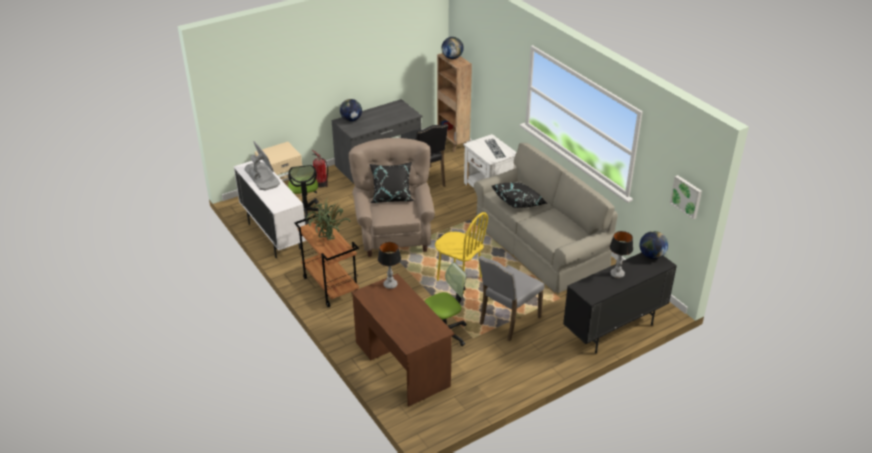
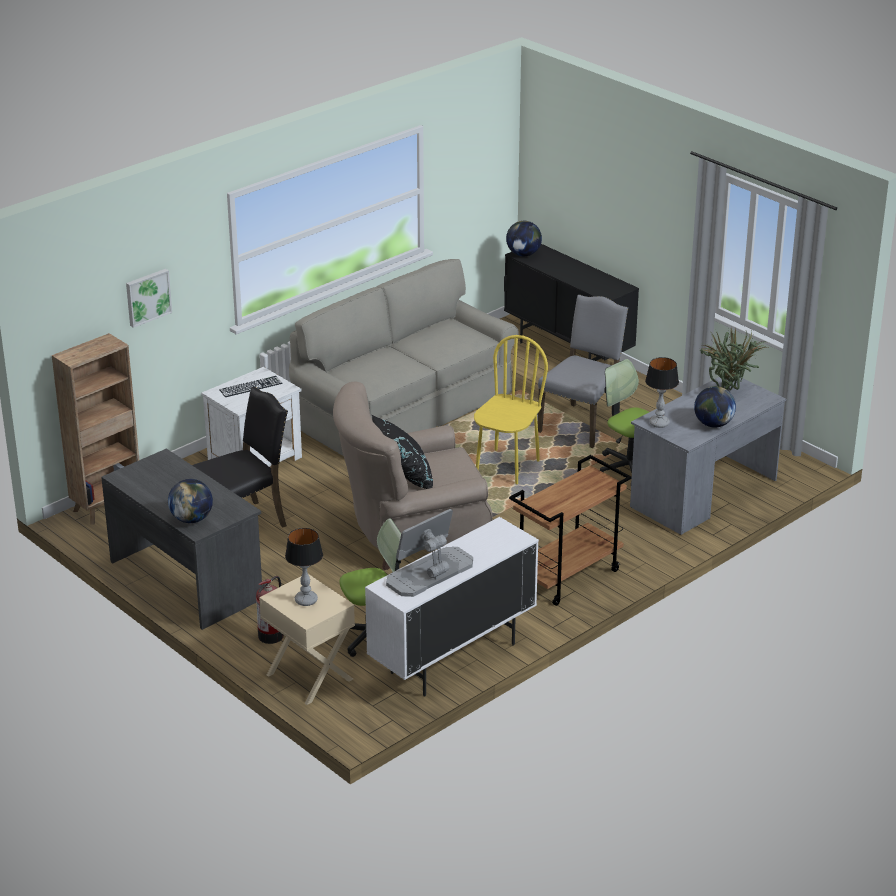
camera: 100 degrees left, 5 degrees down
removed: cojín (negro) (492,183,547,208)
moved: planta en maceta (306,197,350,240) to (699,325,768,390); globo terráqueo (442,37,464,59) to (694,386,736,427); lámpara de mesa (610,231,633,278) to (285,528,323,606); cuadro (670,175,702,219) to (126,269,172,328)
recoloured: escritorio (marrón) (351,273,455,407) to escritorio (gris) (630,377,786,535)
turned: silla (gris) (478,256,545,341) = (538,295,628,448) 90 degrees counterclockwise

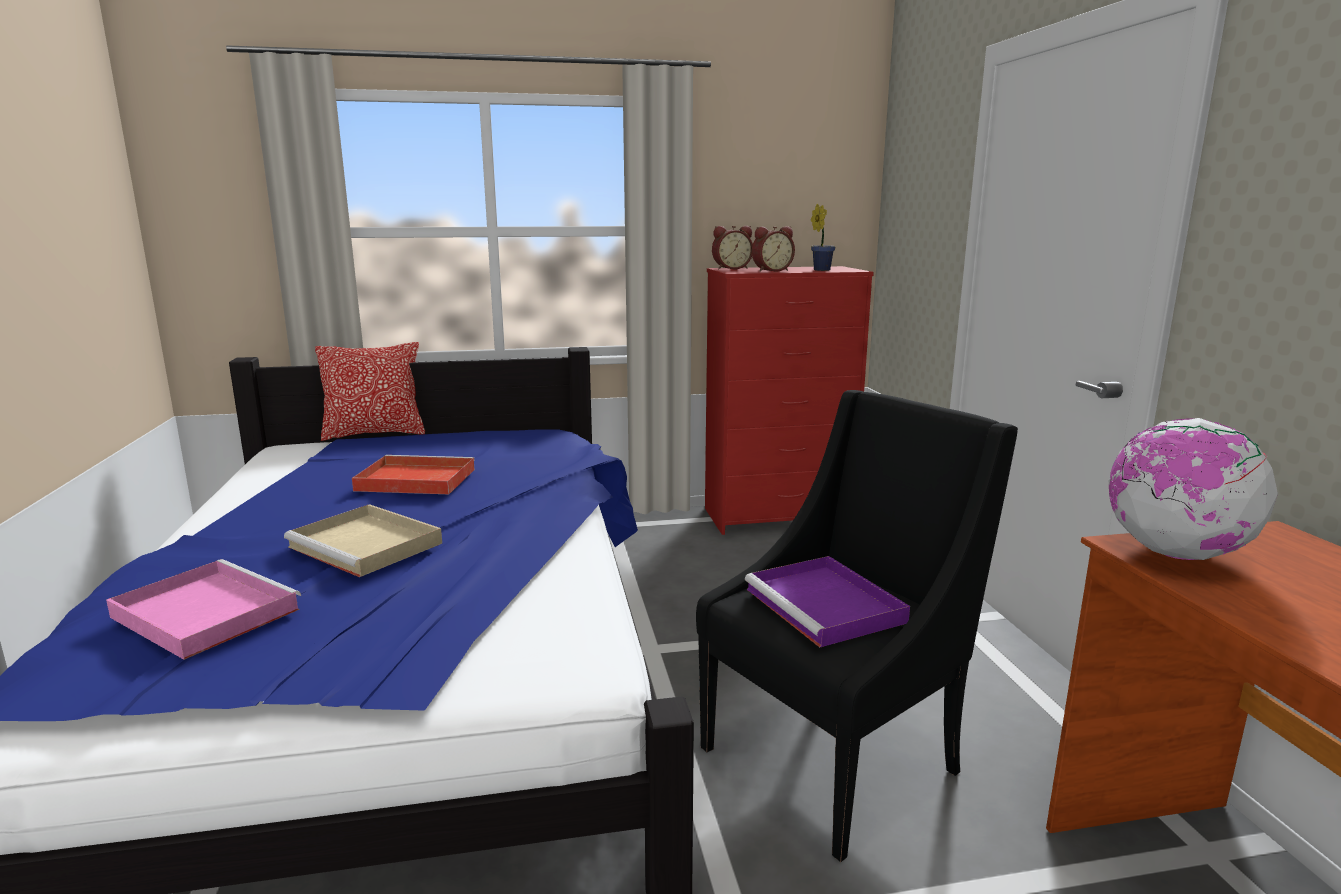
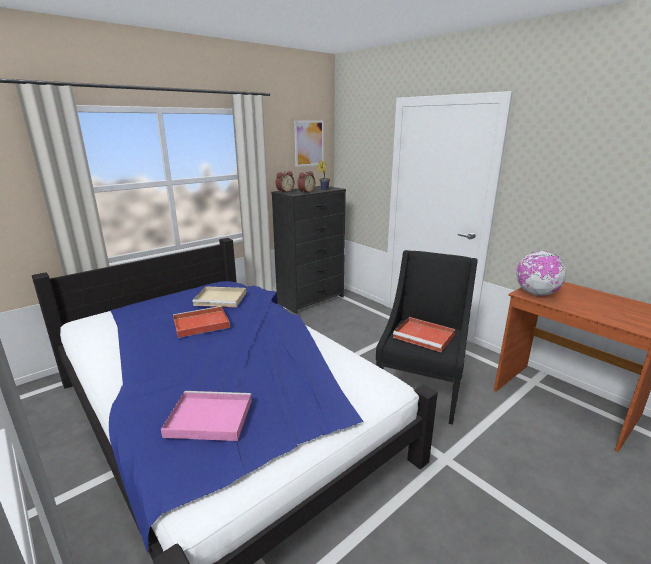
camera: 30 degrees left, 5 degrees up
removed: cojín (315,342,425,441)
added: cuadro (294,120,324,167)
moved: bandeja (beis) (284,504,442,577) to (192,286,246,307)
recoloured: cómoda (rojo) (705,266,874,535) to cómoda (negro) (271,186,346,314); bandeja (morado) (745,556,910,647) to bandeja (rojo) (393,317,455,352)

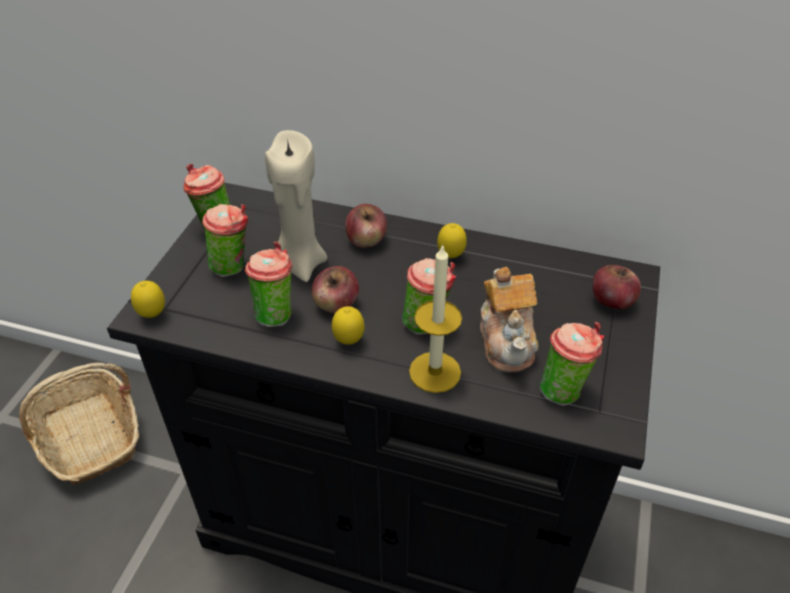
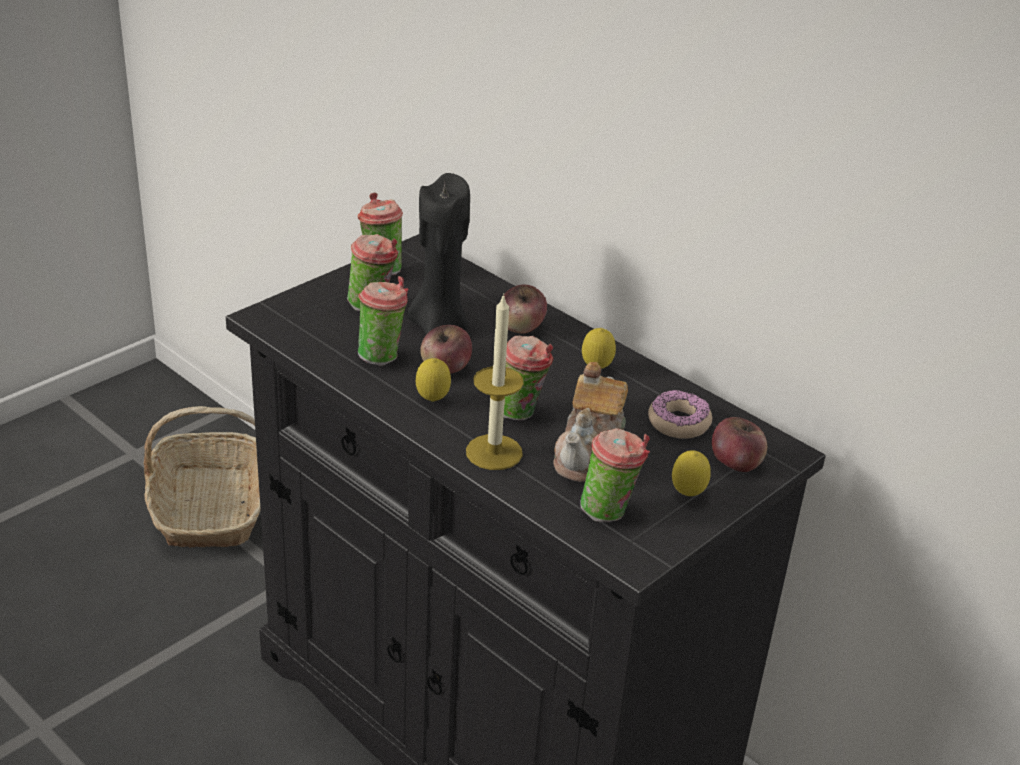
camera: 25 degrees right, 10 degrees down
added: rosquilla (648,390,712,439)
moved: limón (131,281,165,318) to (672,450,711,496)
recoloured: vela (beis) (265,130,327,282) to vela (negro) (407,173,470,335)

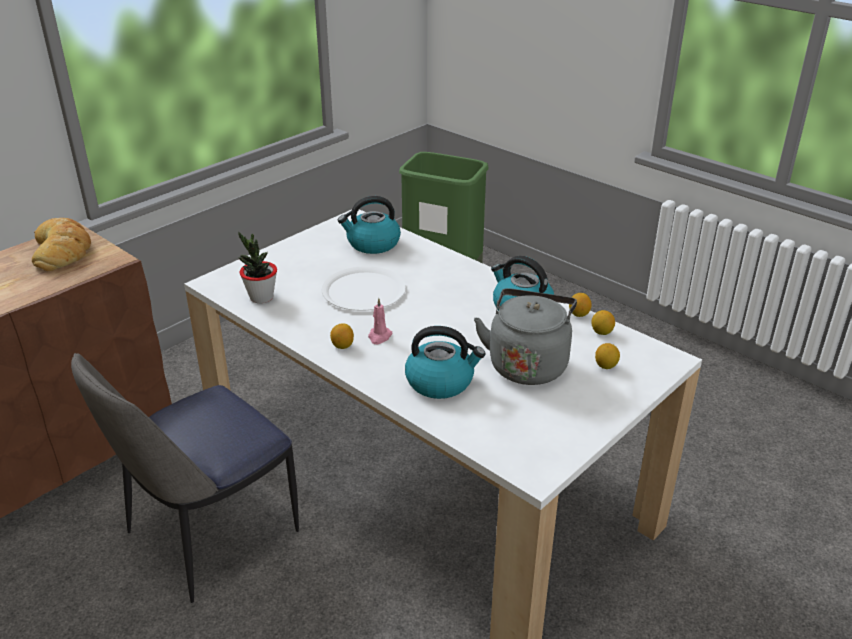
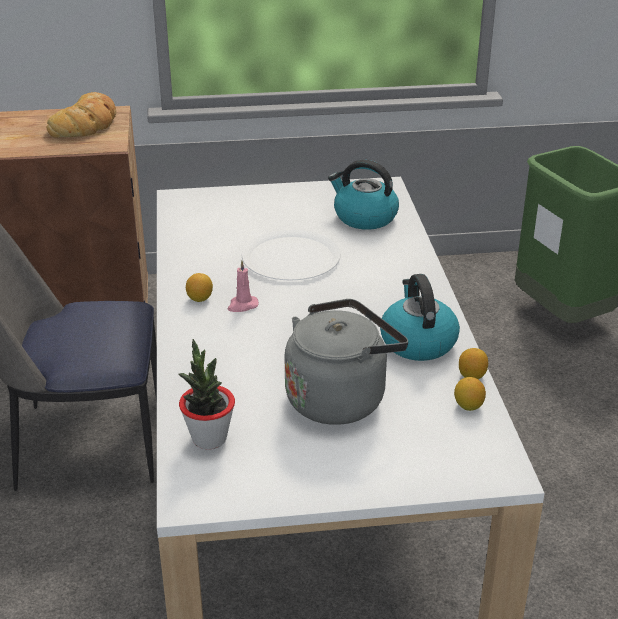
camera: 40 degrees right, 0 degrees up
removed: hervidor (405,326,485,399); limón (595,343,620,369)
moved: planta en maceta (238,232,277,303) to (179,339,235,449)

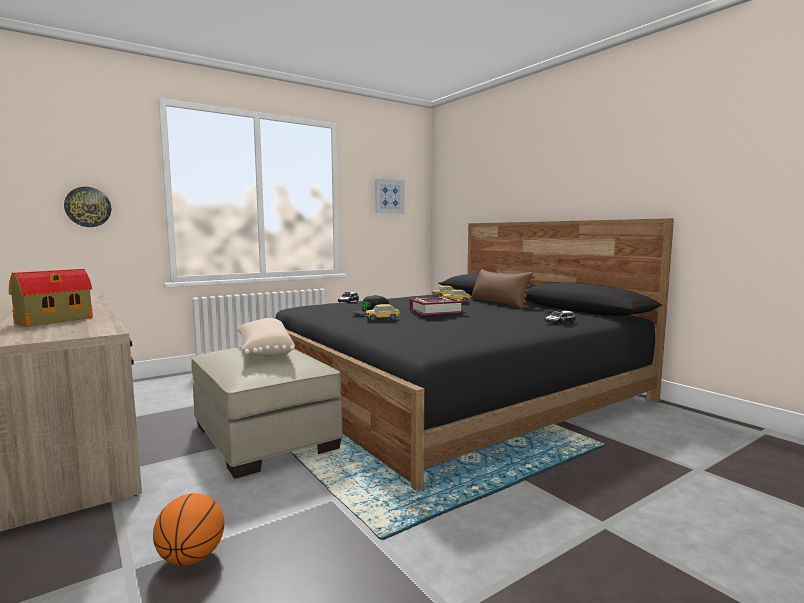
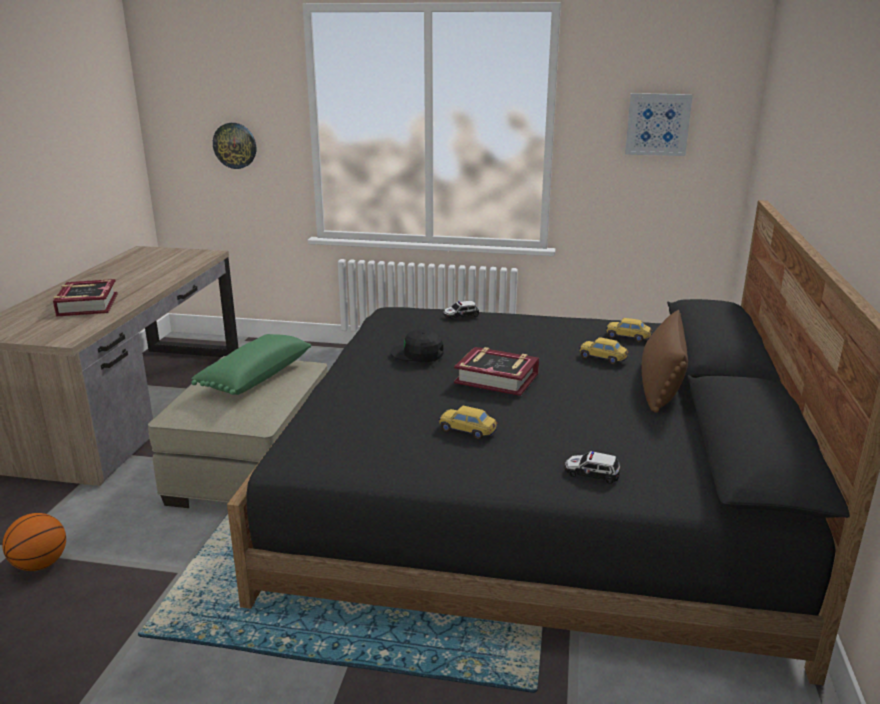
camera: 45 degrees right, 15 degrees up
moved: coche de juguete (364,304,400,321) to (438,406,498,439)
replaced: casita (9,269,93,327) to libro (53,279,118,317)
recoloured: cojín (beis) (237,318,295,357) to cojín (verde) (191,334,311,395)

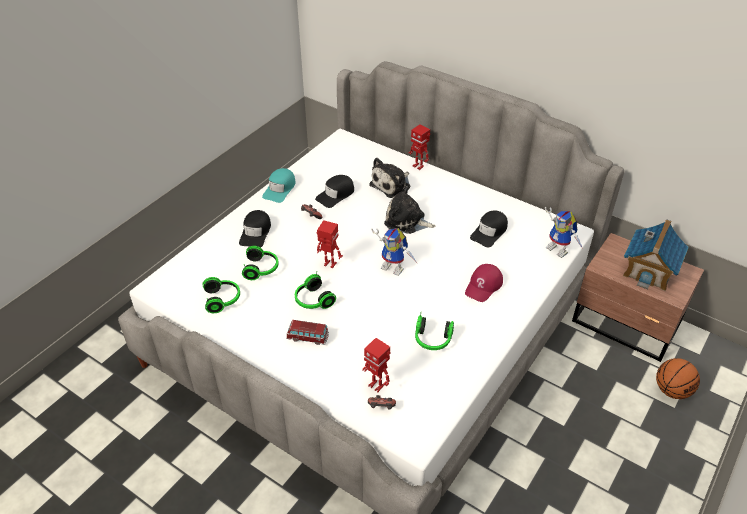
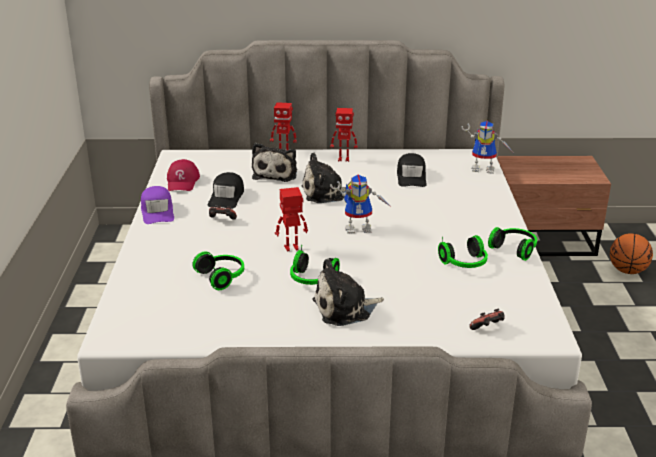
camera: 35 degrees left, 15 degrees down
removed: gorra (negro) (239,210,271,248); casita (623,219,689,291)
moved: auriculares (203,277,240,313) to (488,227,537,261); robot de juguete (362,338,391,392) to (330,108,358,162); gorra (rojo) (465,264,503,302) to (167,159,200,191)
replaced: coche de juguete (286,320,329,345) to peluche (313,259,384,326)
recoloured: gorra (turquesa) (262,168,296,203) to gorra (morado) (141,186,174,224)

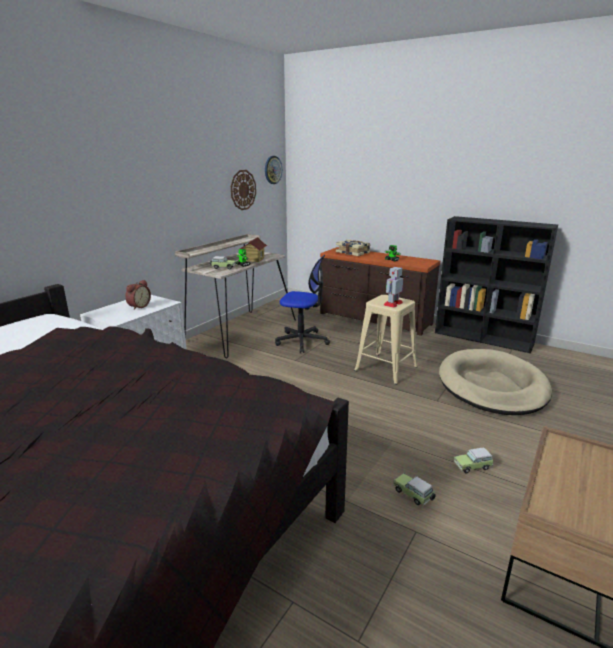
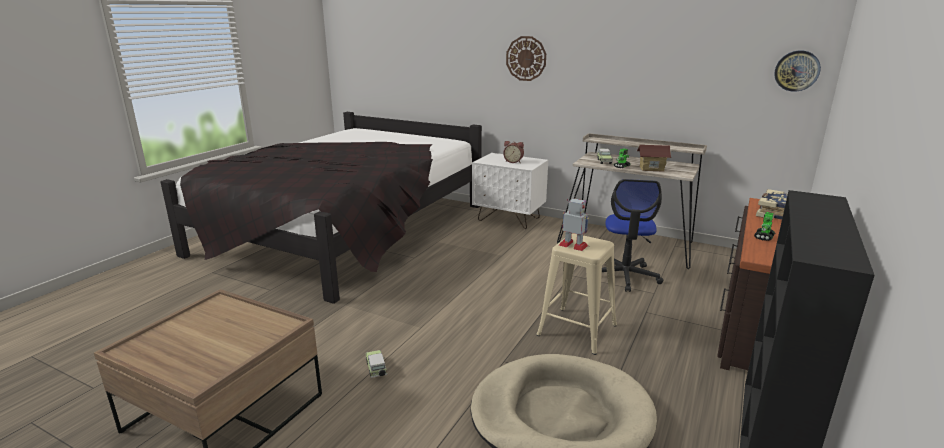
camera: 85 degrees right, 0 degrees up
removed: coche de juguete (393,473,436,505)
moved: reloj de pared (231,170,256,210) to (506,36,546,81)

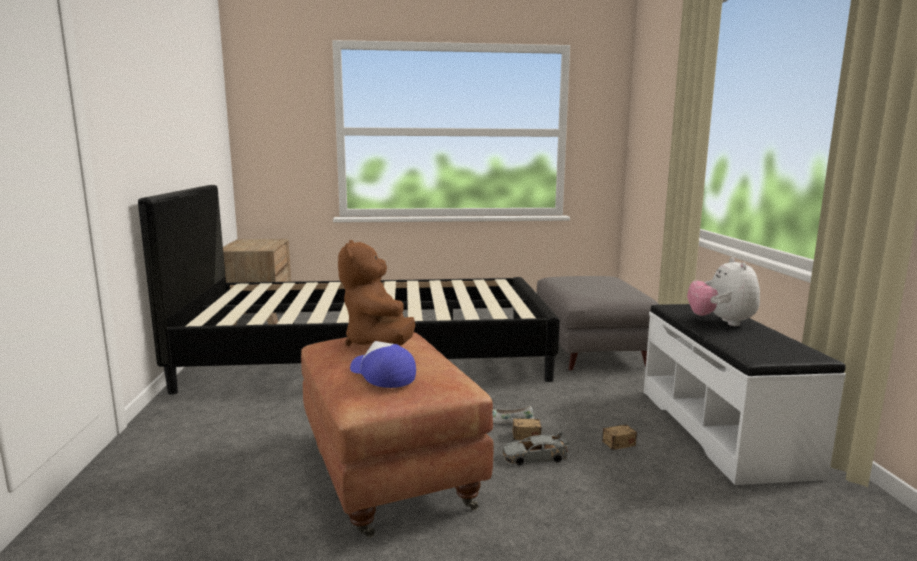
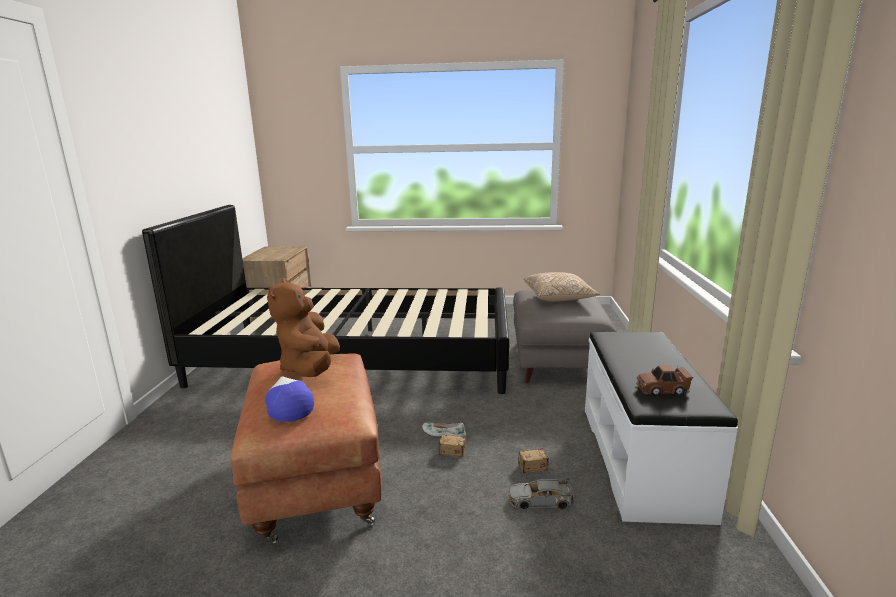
camera: 10 degrees right, 5 degrees up
removed: peluche (687,257,760,326)
added: cojín (524,272,599,302); coche de juguete (marrón) (636,365,693,396)
moved: coche de juguete (gris) (502,432,570,465) to (509,477,575,509)

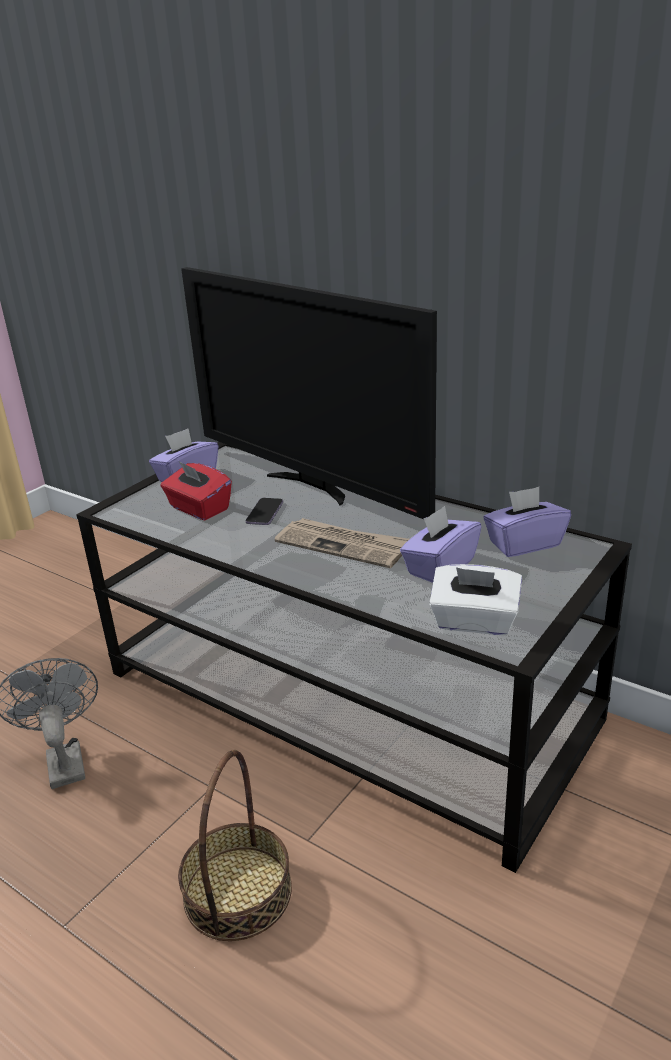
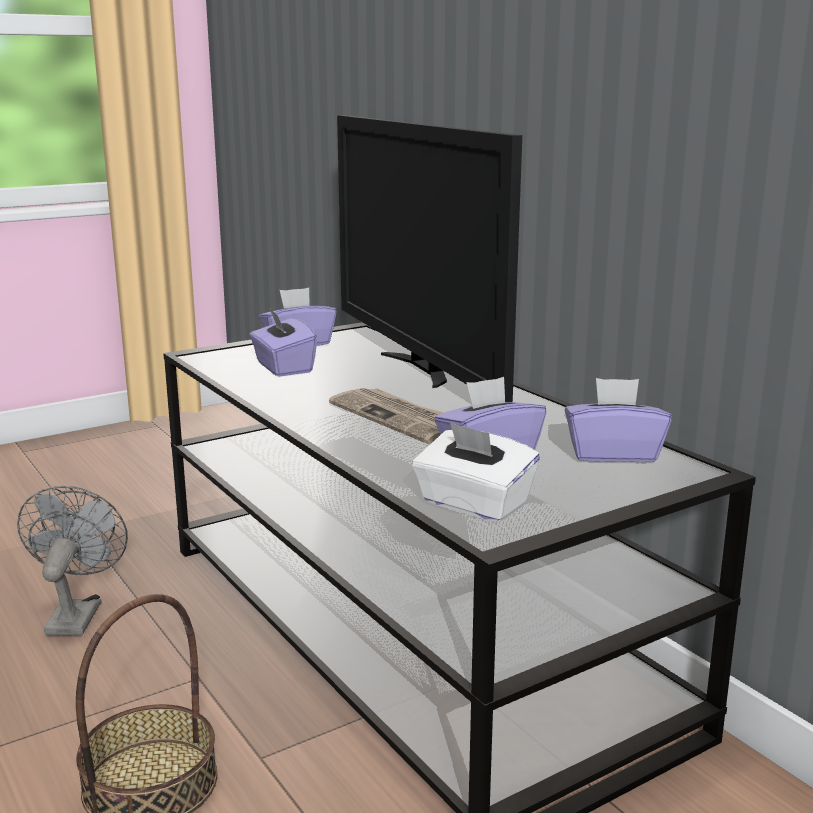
camera: 20 degrees right, 10 degrees down
removed: móvil (246,498,283,525)
recoloured: caja de pañuelos (rojo) (161,461,232,520) to caja de pañuelos (morado) (250,309,317,377)

